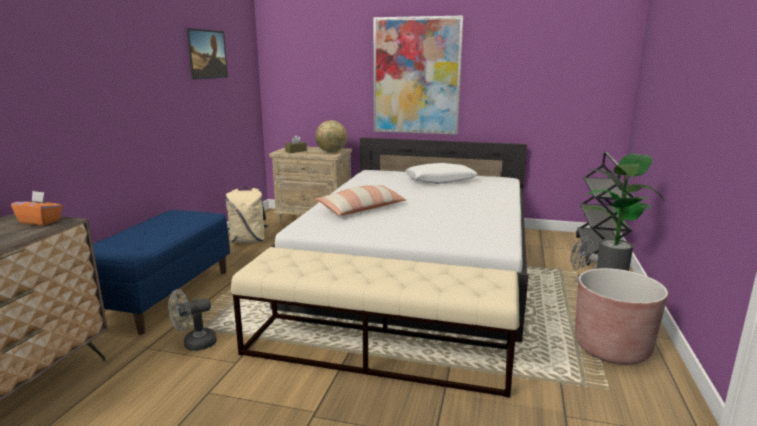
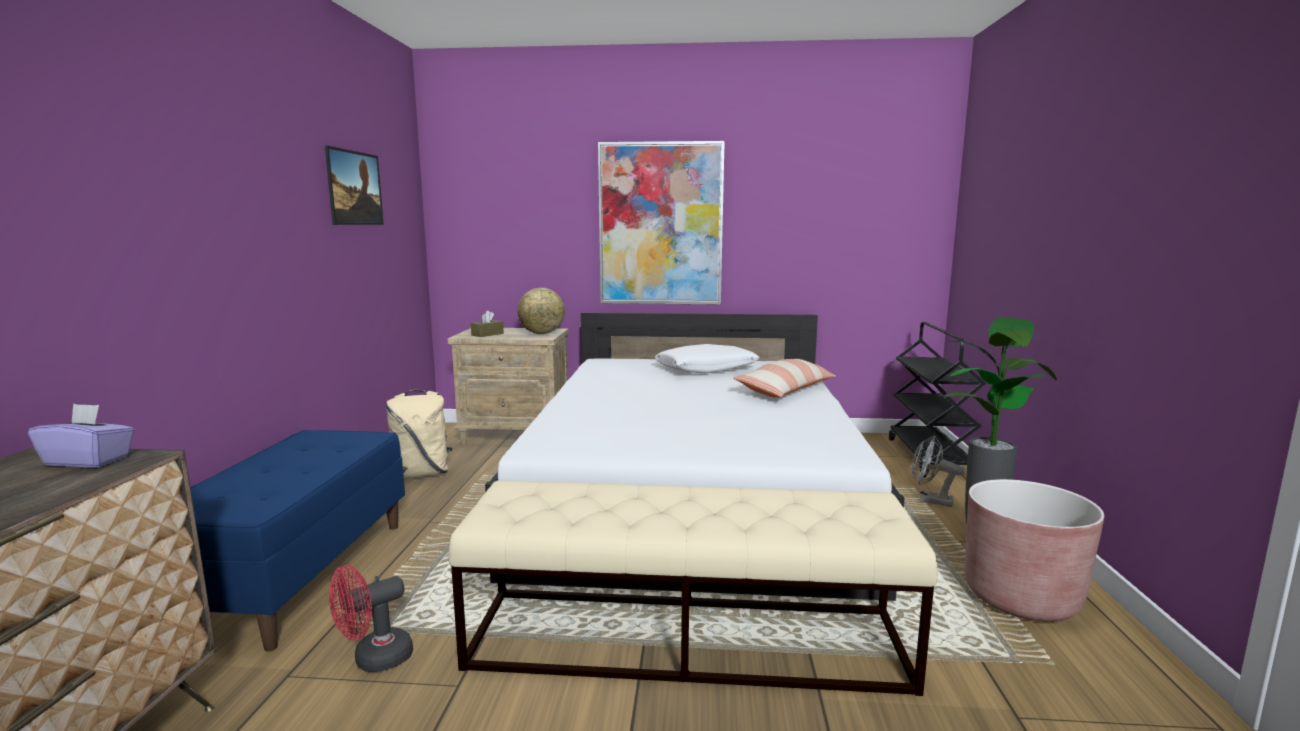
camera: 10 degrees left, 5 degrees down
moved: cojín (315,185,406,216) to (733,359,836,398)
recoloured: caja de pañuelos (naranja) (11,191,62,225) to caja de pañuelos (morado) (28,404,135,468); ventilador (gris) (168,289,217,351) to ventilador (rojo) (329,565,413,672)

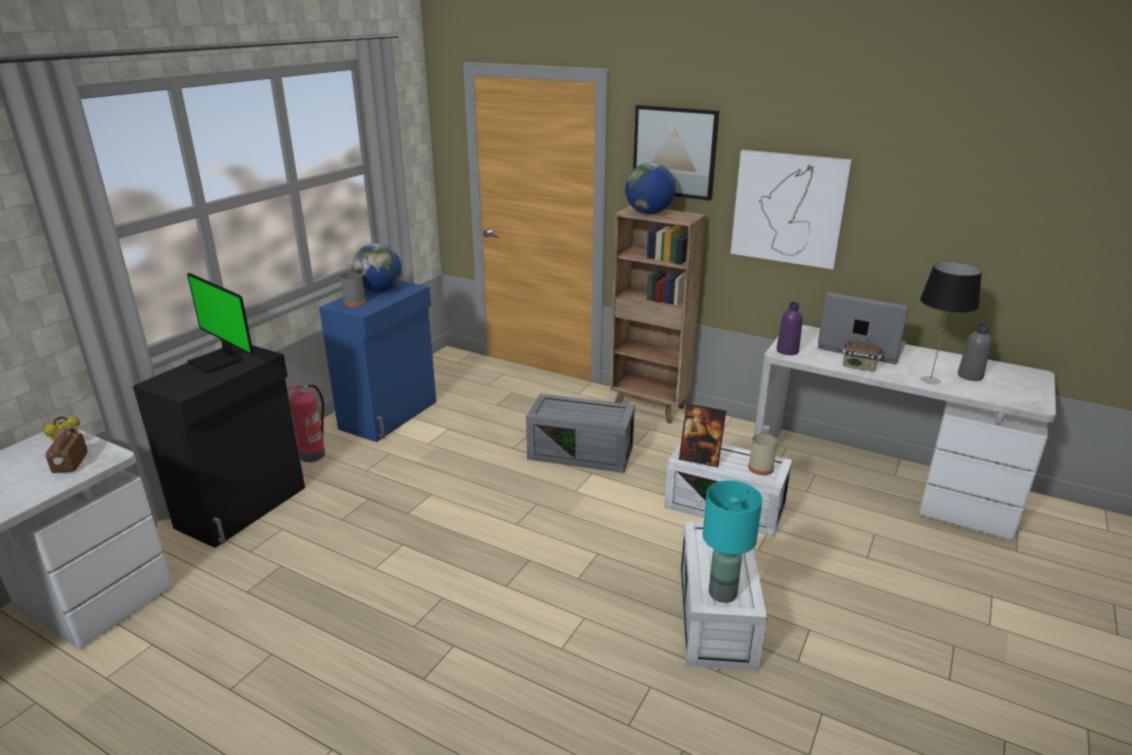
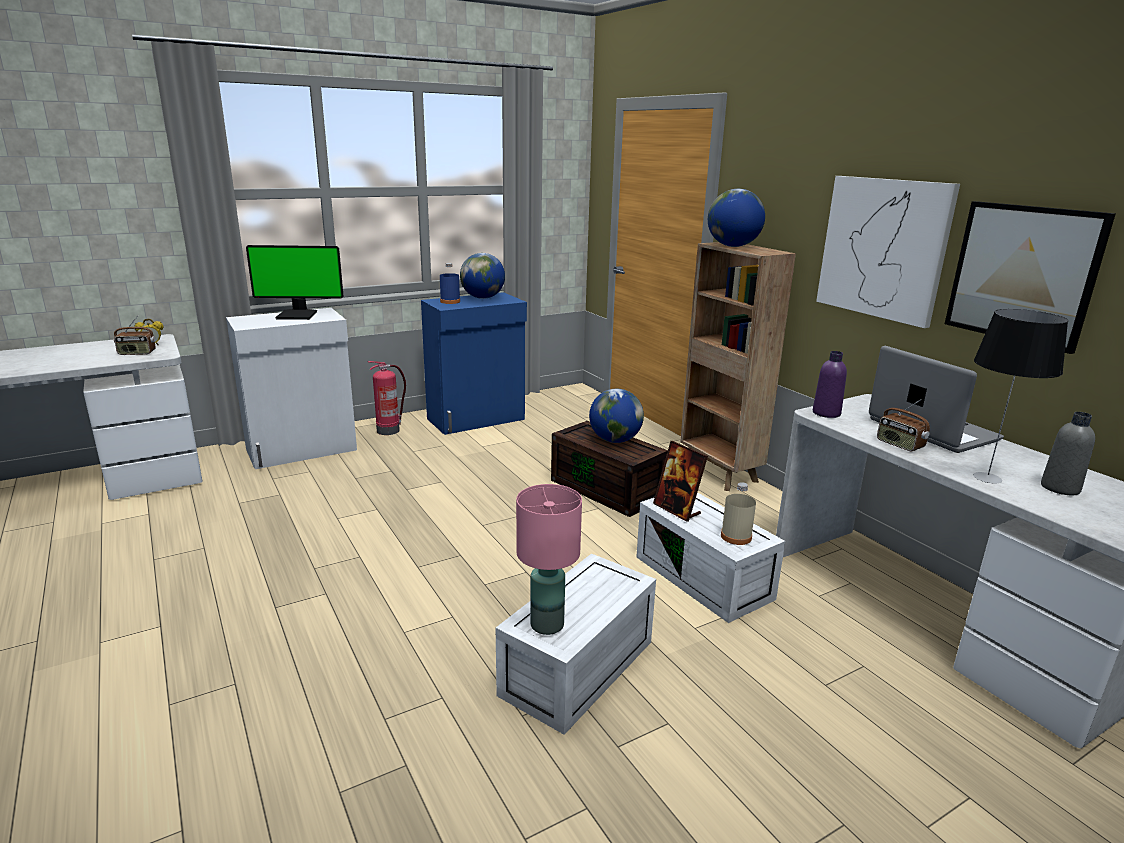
camera: 30 degrees right, 5 degrees down
added: globo terráqueo (589,389,644,443)
moved: cuadro (633,105,719,201) to (945,201,1116,354)
recoloured: armario (negro) (133,345,305,548) to armario (blanco) (226,308,357,469); botella (gris) (340,263,366,307) to botella (azul) (440,263,460,304); caja de almacenaje (gris) (526,394,635,473) to caja de almacenaje (marrón) (551,421,668,517); lámpara de mesa (turquesa) (703,480,762,603) to lámpara de mesa (rosa) (516,484,582,635)
turned: radio (46,426,88,473) = (114,316,156,355) 120 degrees counterclockwise; monitor (187,273,253,373) = (246,245,343,320) 75 degrees counterclockwise

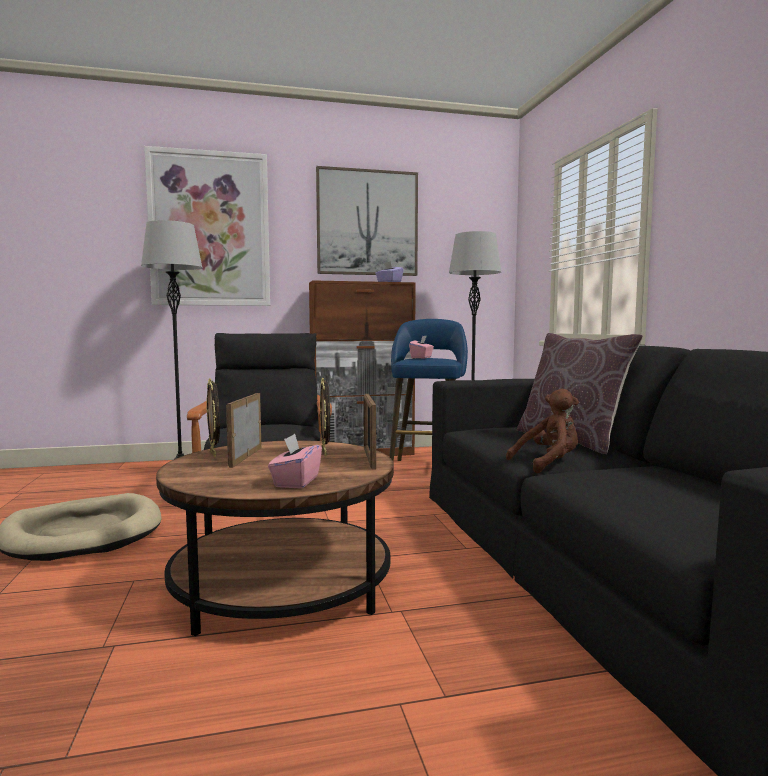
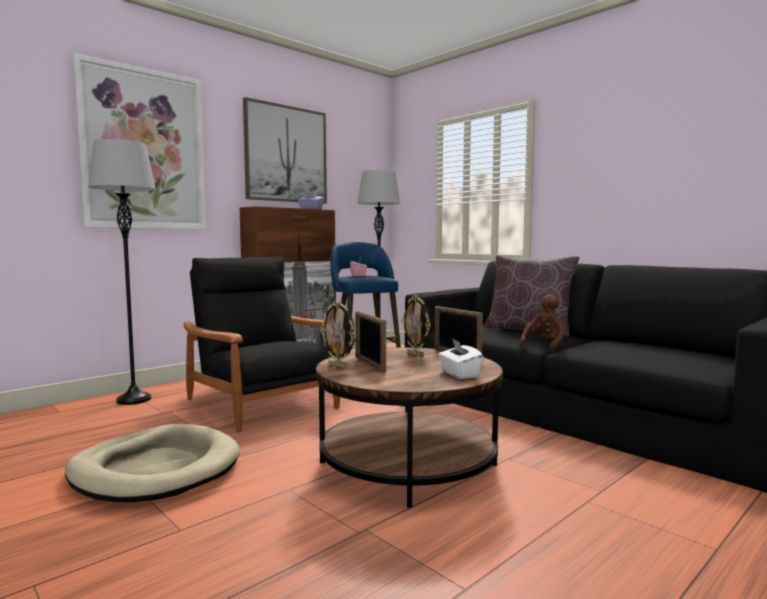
camera: 30 degrees left, 0 degrees up
recoloured: caja de pañuelos (rosa) (268,434,322,489) to caja de pañuelos (blanco) (438,339,483,379)

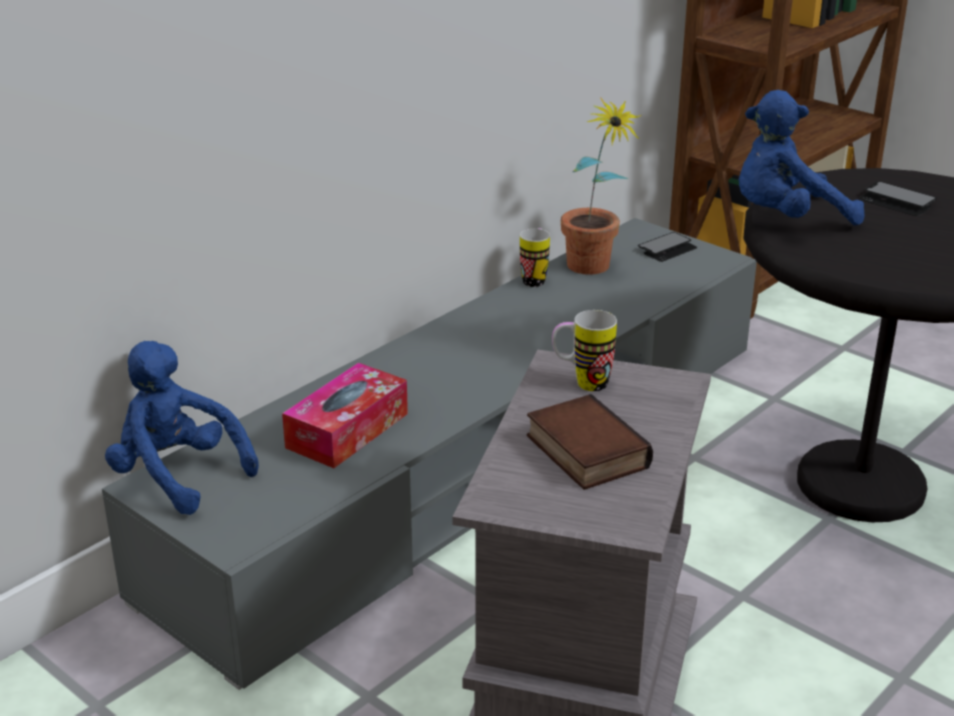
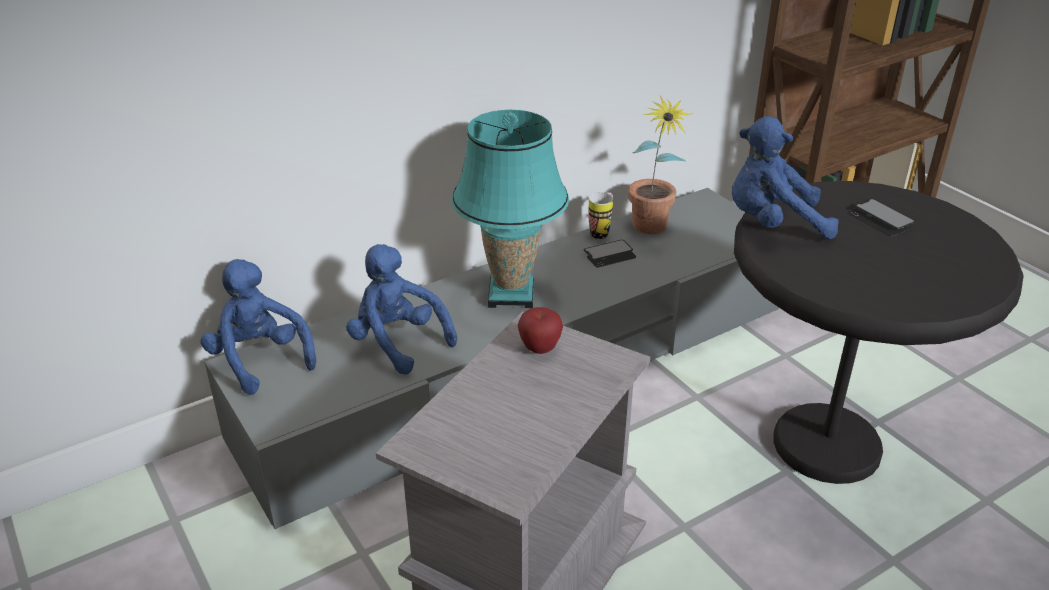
camera: 15 degrees right, 5 degrees up
removed: libro (527,394,653,490)
added: lámpara de mesa (turquesa) (452,110,569,308)
moved: móvil (638,232,697,262) to (584,240,636,267)
replaced: caja de pañuelos (282,363,408,468) to peluche (azul) (346,244,457,375); taza grande (552,310,617,391) to manzana (518,307,563,354)

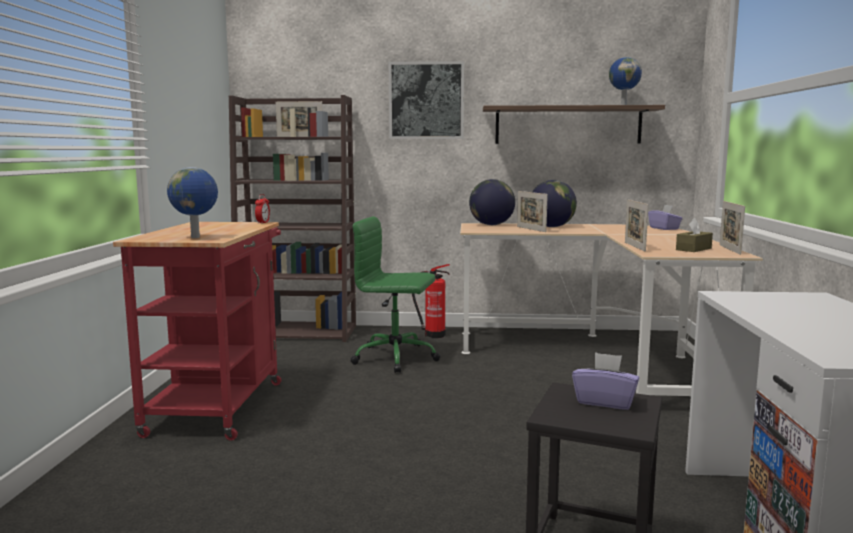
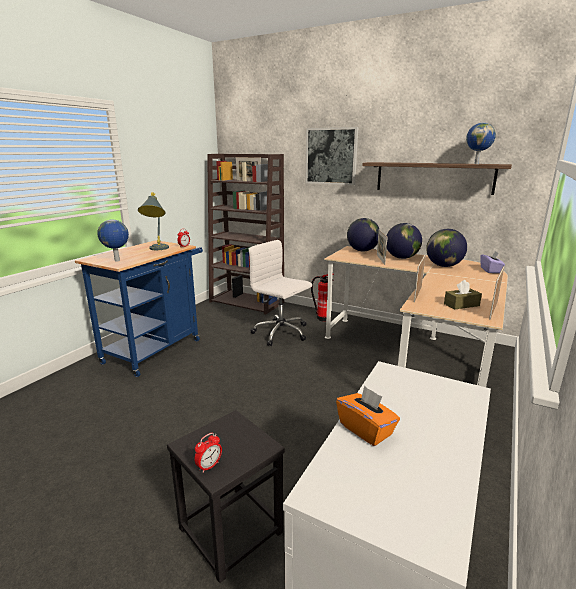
camera: 25 degrees right, 10 degrees up
removed: caja de pañuelos (morado) (572,352,639,410)
added: lámpara de mesa (gris) (138,192,169,250); despertador (194,433,222,473); caja de pañuelos (naranja) (336,386,400,446); globo terráqueo (426,229,467,267)
recoloured: carrito (rojo) (113,222,281,441) to carrito (azul) (75,240,203,377); silla de oficina (verde) (350,216,441,373) to silla de oficina (blanco) (249,240,312,346)

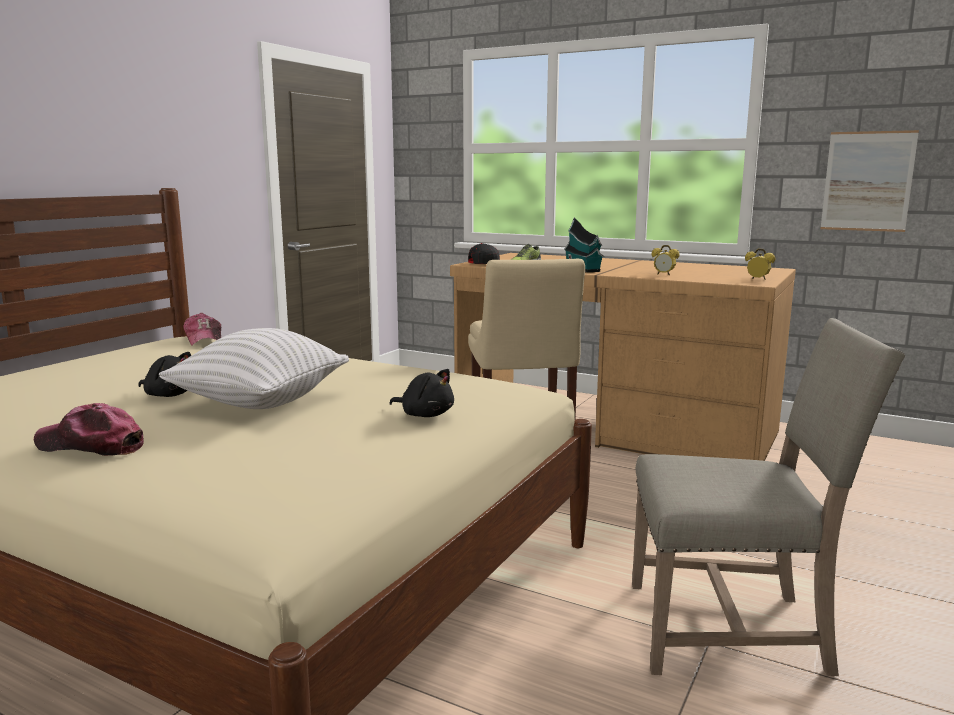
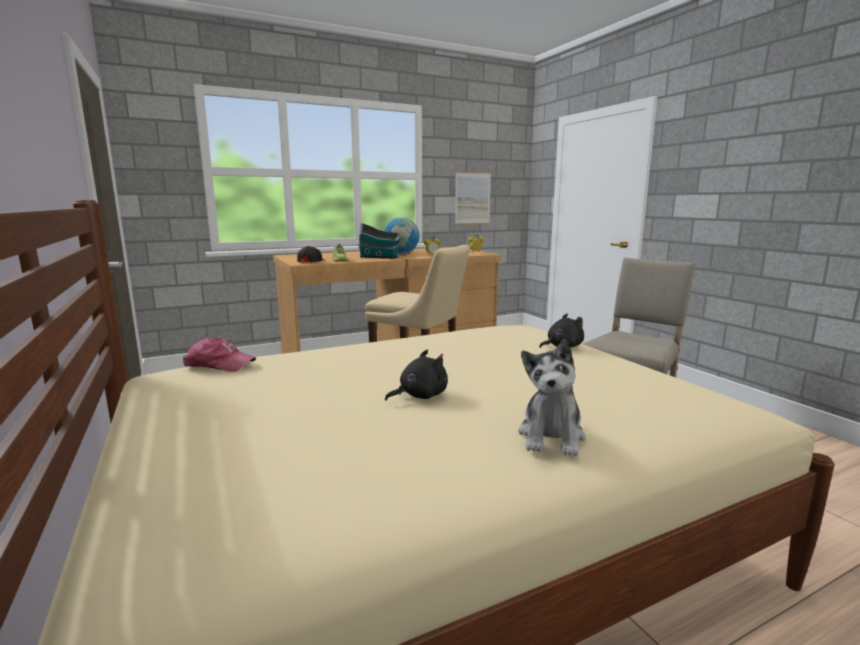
camera: 55 degrees left, 0 degrees up
removed: cojín (blanco) (159,328,349,409)
added: globo terráqueo (384,217,419,254)
replaced: gorra (34,403,144,456) to peluche (518,339,586,456)

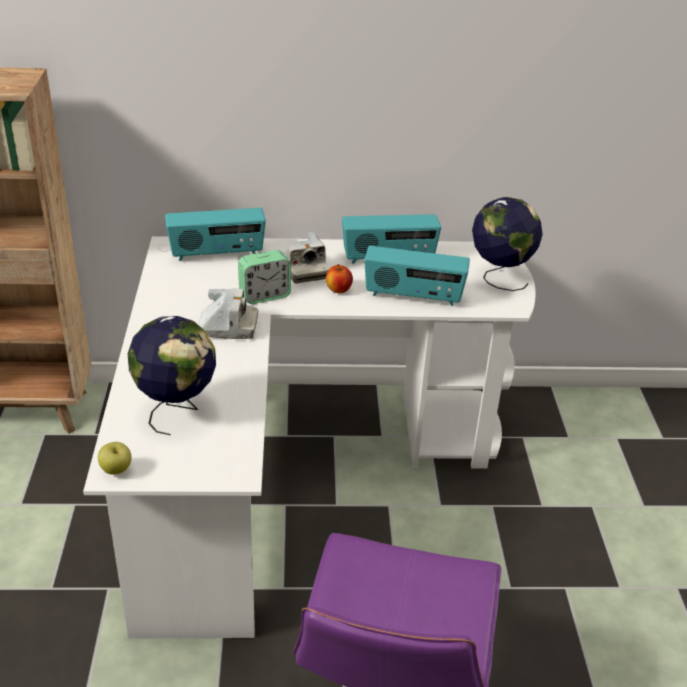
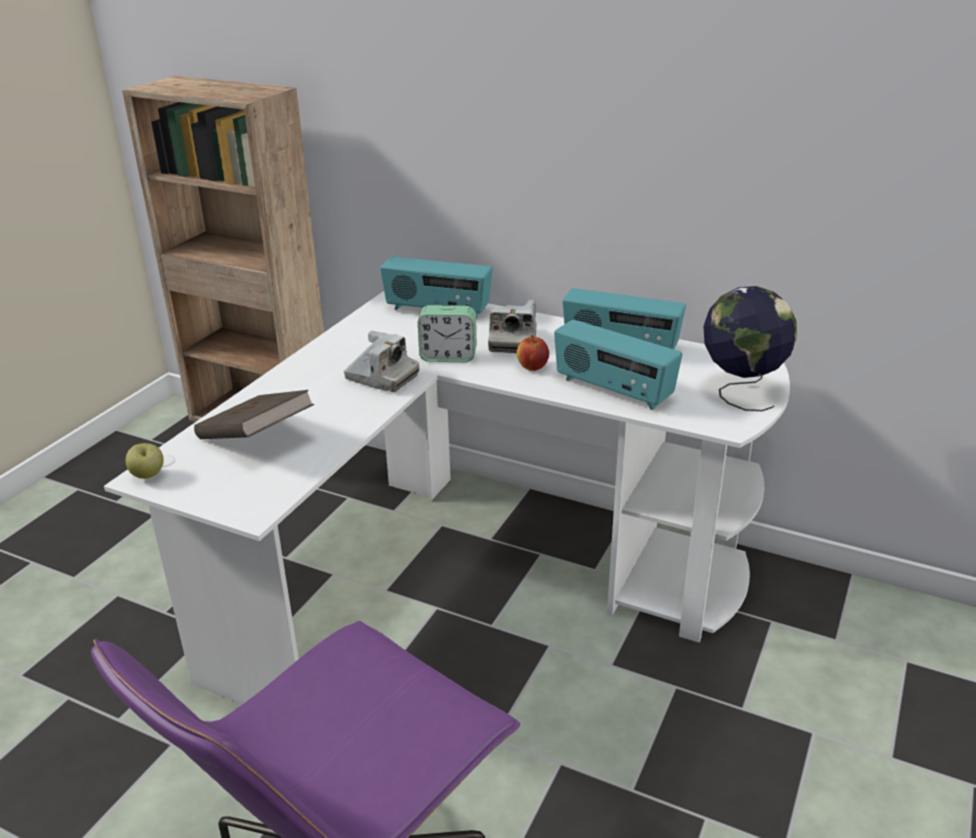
camera: 30 degrees right, 5 degrees down
replaced: globo terráqueo (128,316,216,435) to libro (marrón) (194,390,314,439)

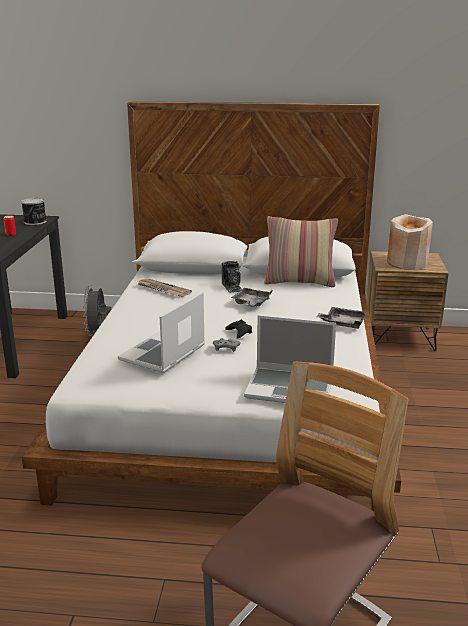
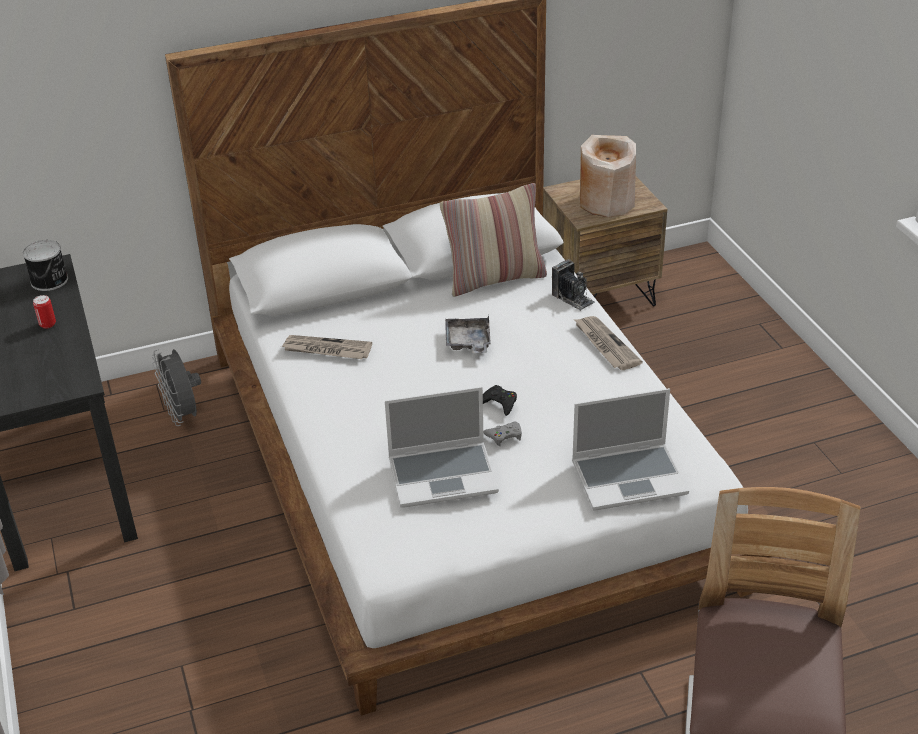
camera: 25 degrees left, 15 degrees up
moved: cámara (222,261,242,293) to (552,259,595,311)
replaced: bandeja (gris) (317,307,366,329) to periódico (574,316,643,370)
turned: portátil (118,292,205,373) = (385,387,499,508) 105 degrees counterclockwise

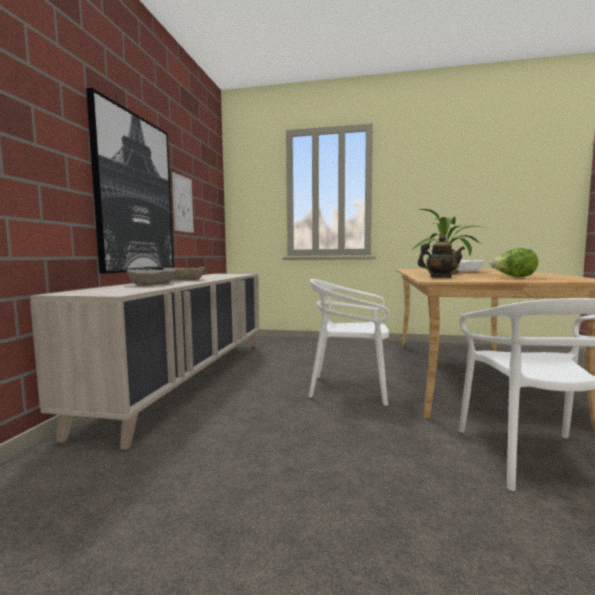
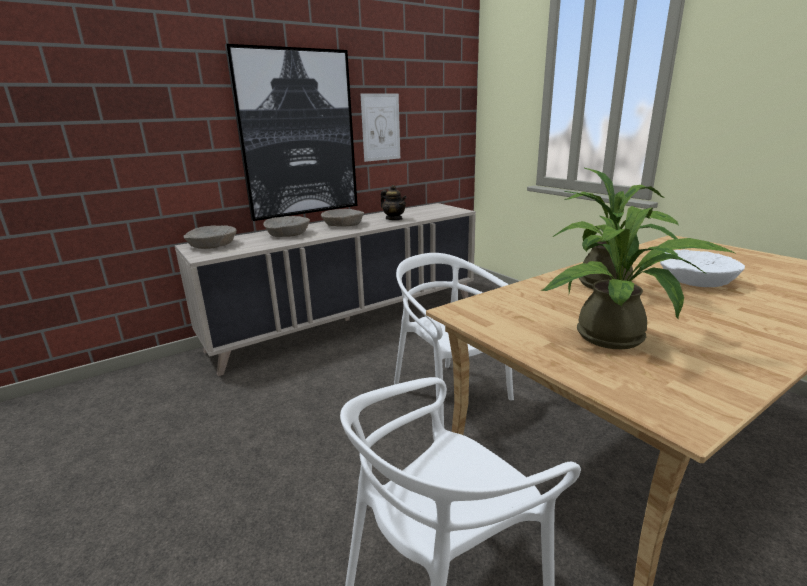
camera: 45 degrees right, 15 degrees up
added: cuenco (beis) (183,225,237,249)
moved: tetera (418,236,465,277) to (381,185,407,220)
replaced: lechuga (490,248,538,277) to planta en maceta (540,191,735,349)

